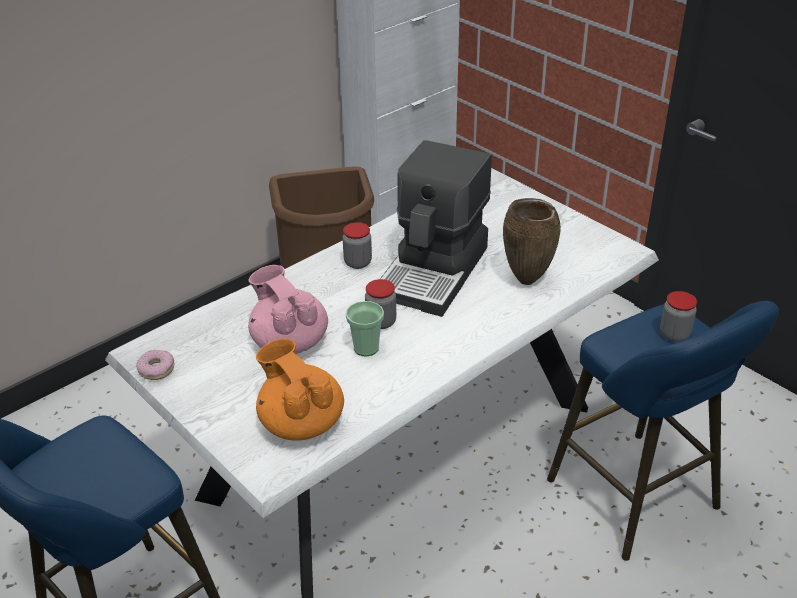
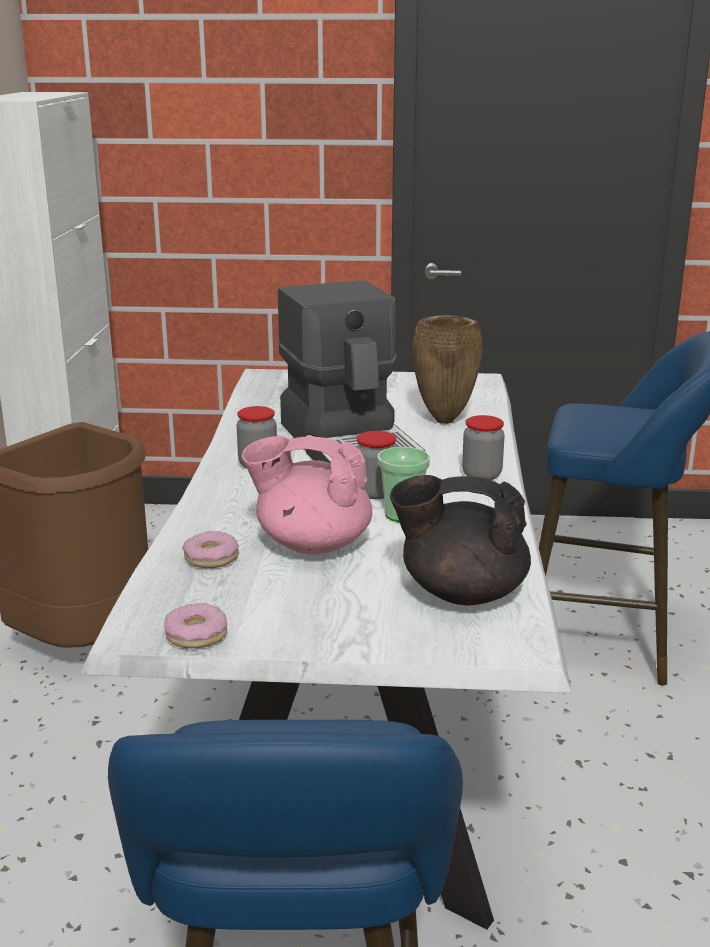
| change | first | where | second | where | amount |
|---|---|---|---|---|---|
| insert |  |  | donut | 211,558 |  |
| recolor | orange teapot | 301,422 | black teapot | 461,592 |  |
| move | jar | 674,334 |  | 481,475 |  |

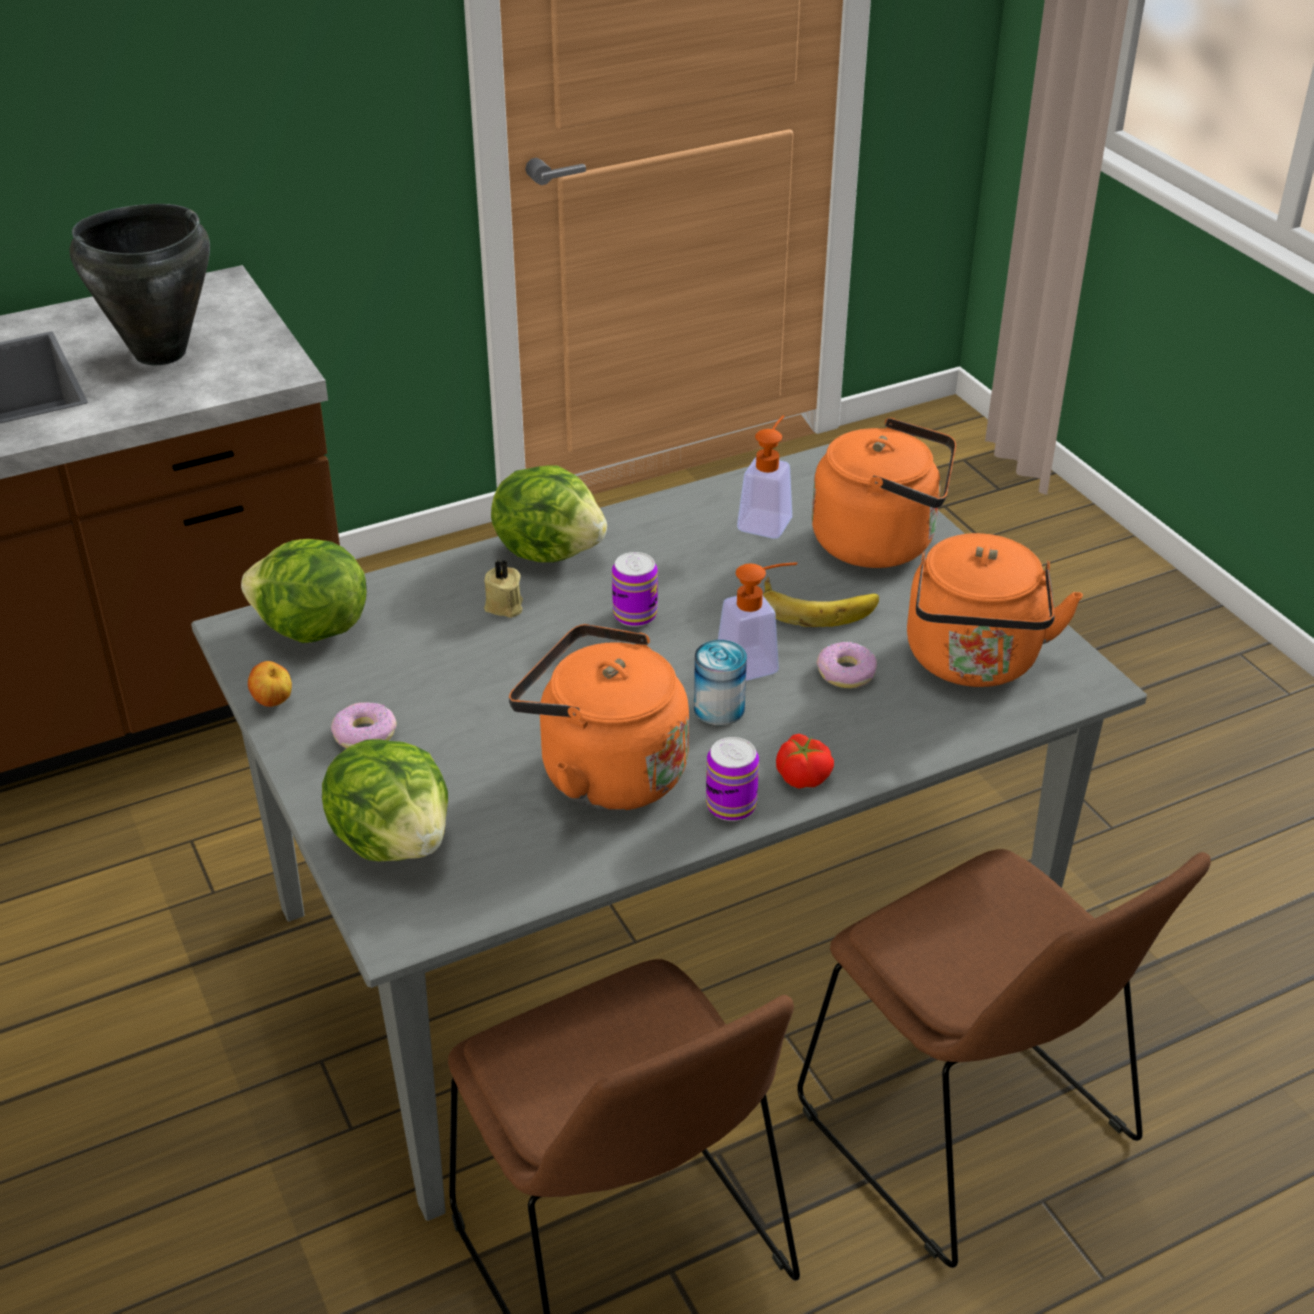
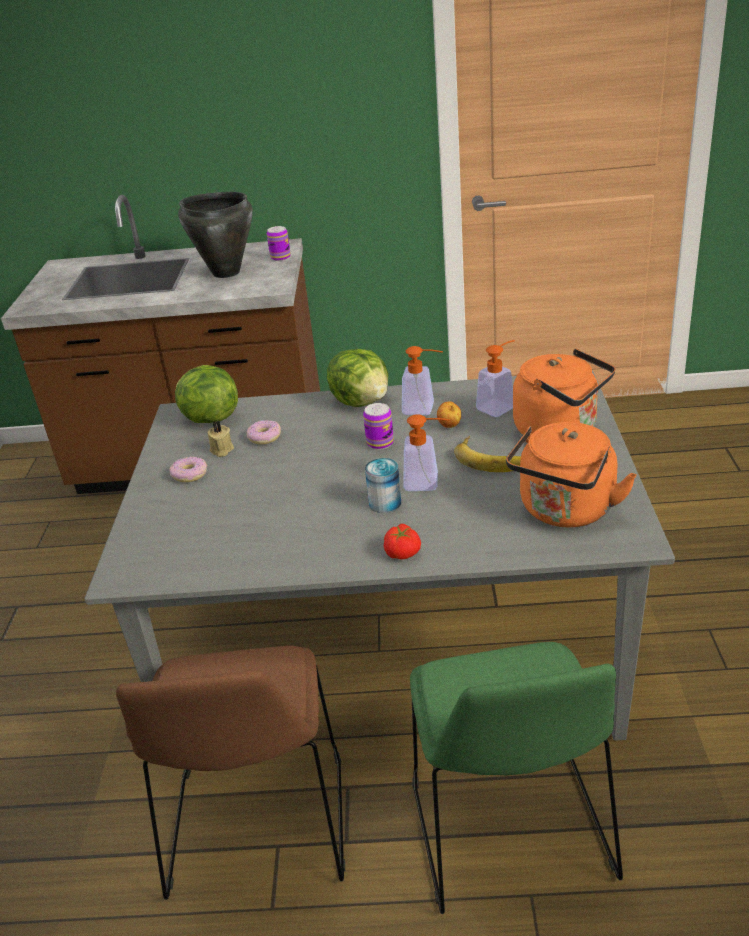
| change | first | where | second | where | amount |
|---|---|---|---|---|---|
| move | beige candle | 504,607 |  | 221,450 |  |
| move | donut | 845,673 |  | 264,437 |  |
| move | can | 731,806 |  | 280,257 |  |
| insert |  |  | soap dispenser | 424,409 |  |
| recolor | brown chair | 973,1132 | green chair | 511,833 |  |
| move | apple | 273,702 |  | 449,426 |  |
| delete | lettuce | 394,840 |  |  |  |
| delete | orange kettle | 604,772 |  |  |  |

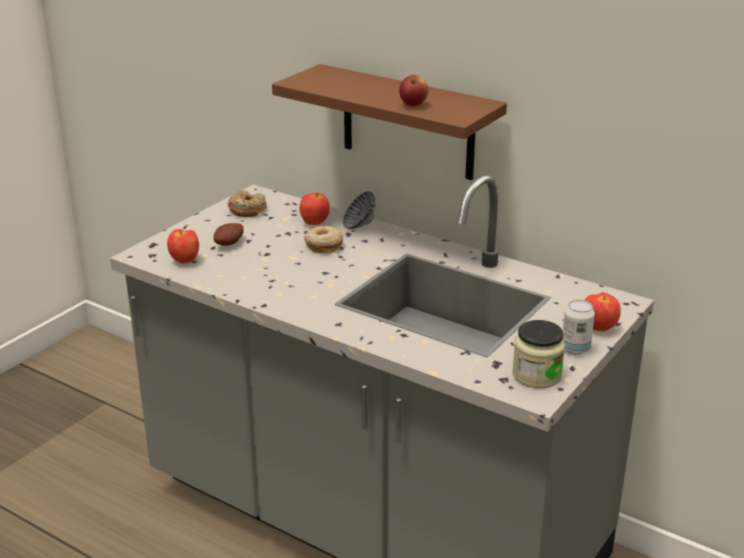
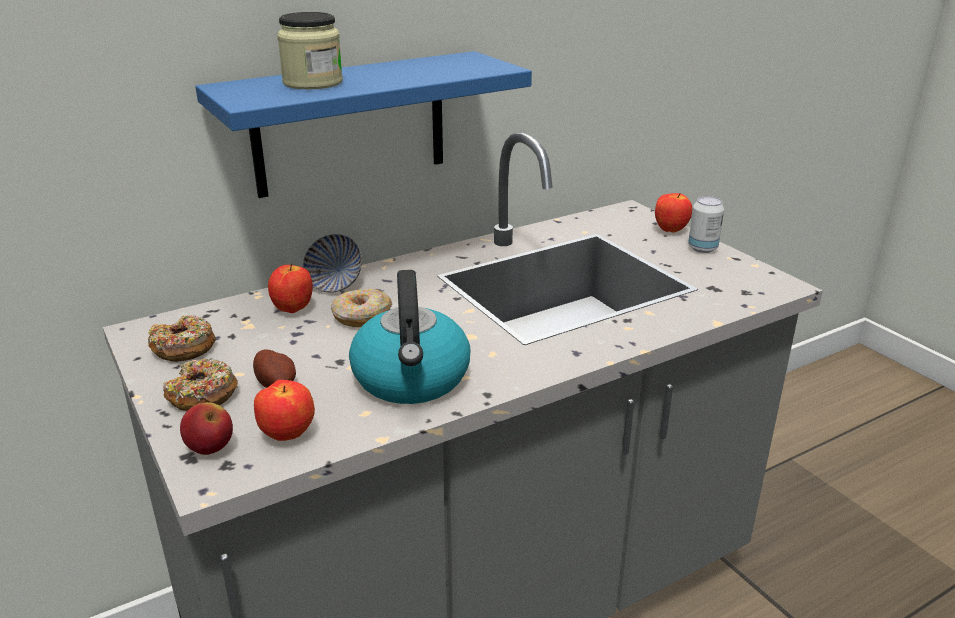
| change | first | where | second | where | amount |
|---|---|---|---|---|---|
| insert |  |  | donut | 202,395 |  |
| move | apple | 413,105 |  | 210,449 |  |
| recolor | brown shelf | 408,123 | blue shelf | 350,124 |  |
| move | jar | 536,375 |  | 313,82 |  |
| insert |  |  | kettle | 412,379 |  |

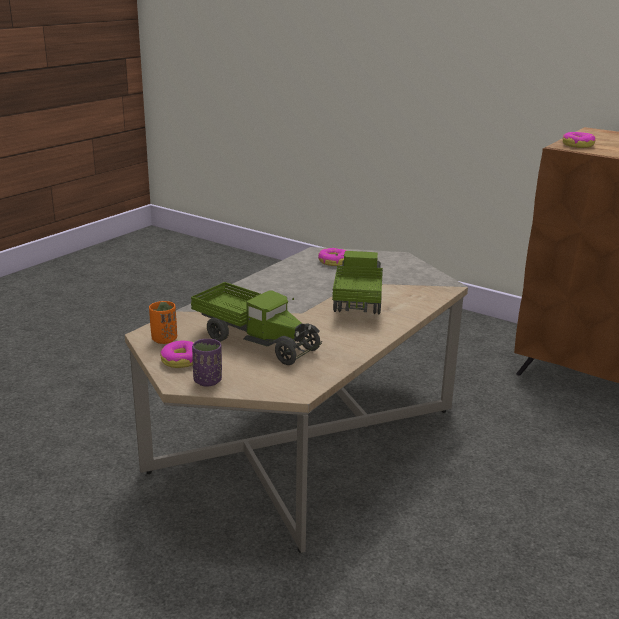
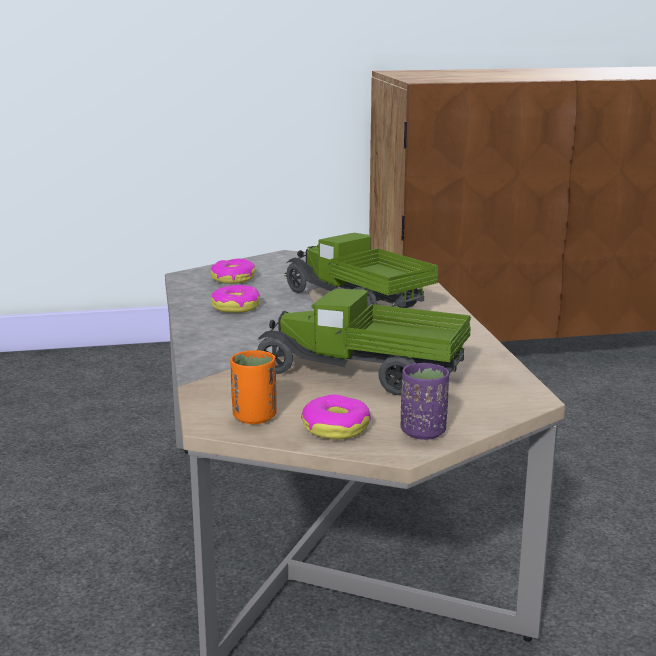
| change | first | where | second | where | amount |
|---|---|---|---|---|---|
| move | donut | 578,145 |  | 236,307 |  |
| rotate | toy truck | 256,341 |  | 361,375 | 150 degrees counterclockwise |

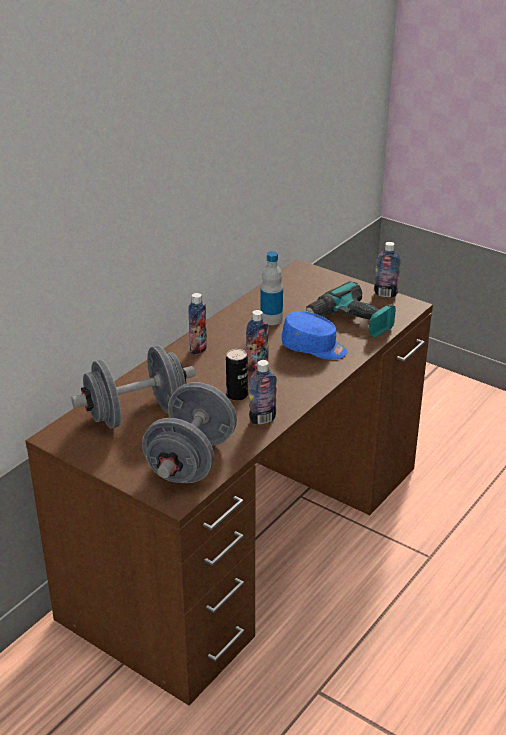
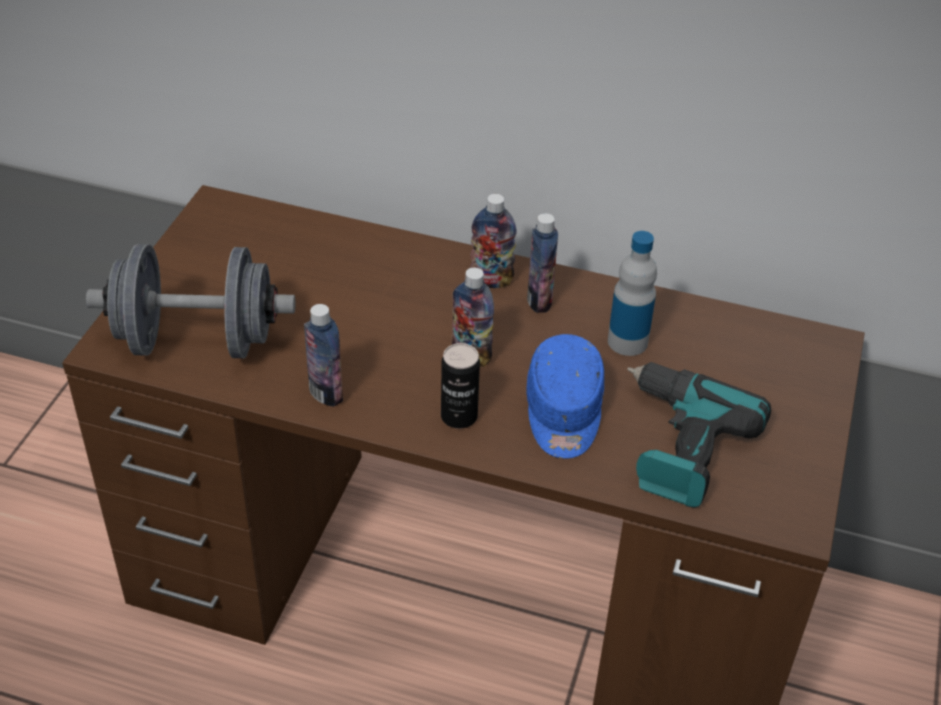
| change | first | where | second | where | amount |
|---|---|---|---|---|---|
| move | can | 237,395 |  | 459,416 |  |
| move | bottle | 385,294 |  | 539,300 |  |
| delete | grey dumbbell | 136,414 |  |  |  |

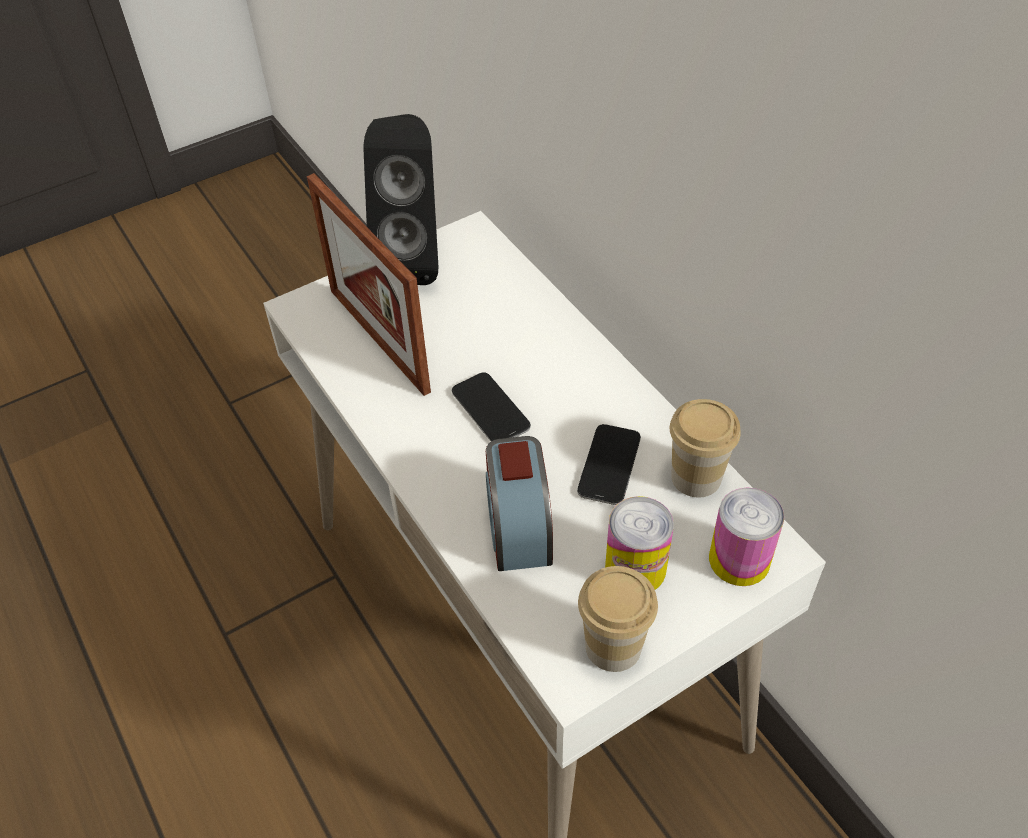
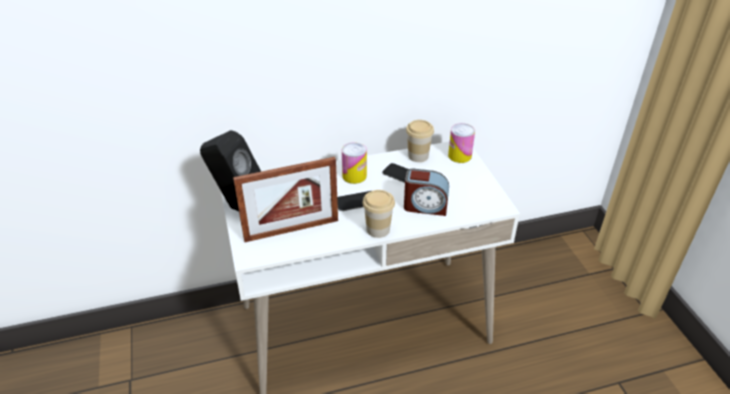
| change | first | where | second | where | amount |
|---|---|---|---|---|---|
| move | can | 635,568 |  | 354,176 |  |
| move | cup | 613,646 |  | 378,229 |  |

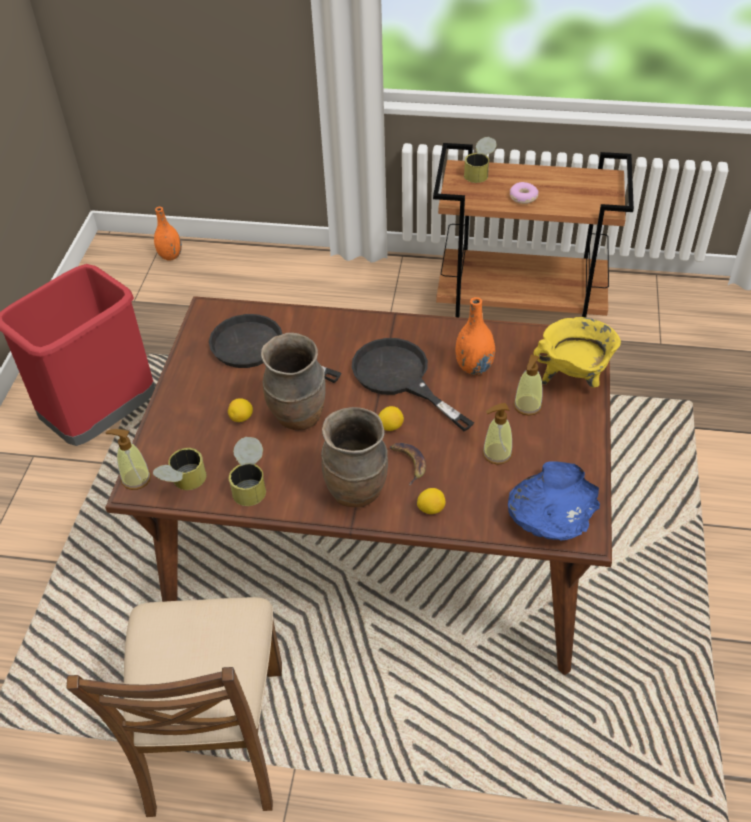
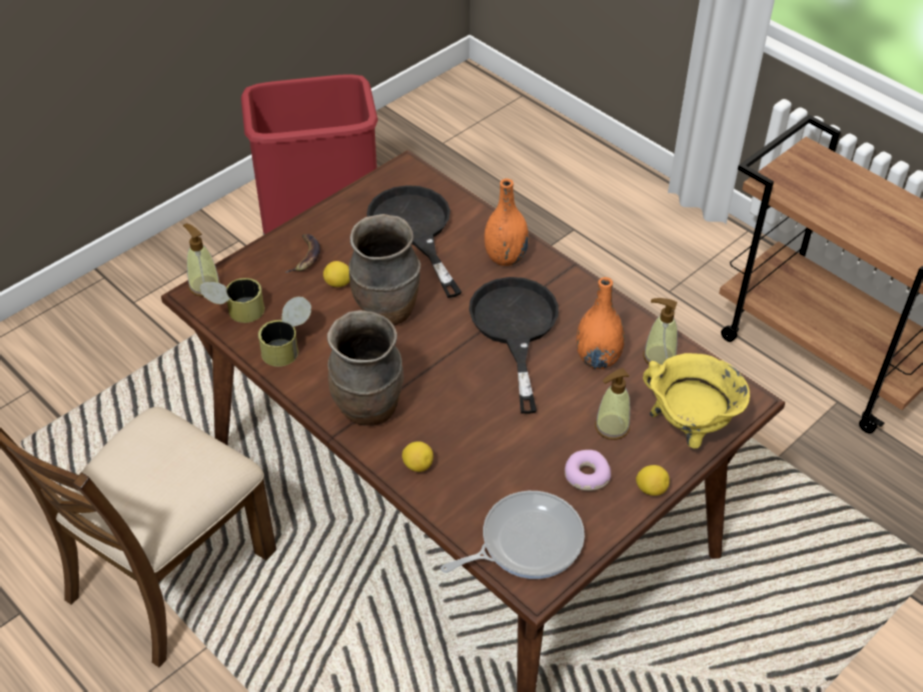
| change | first | where | second | where | amount |
|---|---|---|---|---|---|
| move | banana | 408,463 |  | 305,256 |  |
| replace | blue bowl | 552,513 | frying pan | 526,542 |  |
| move | orange vase | 170,256 |  | 505,258 |  |
| move | donut | 523,197 |  | 586,475 |  |
| move | lemon | 390,426 |  | 651,489 |  |
| move | soap dispenser | 497,453 |  | 659,357 |  |
| delete | can | 480,172 |  |  |  |

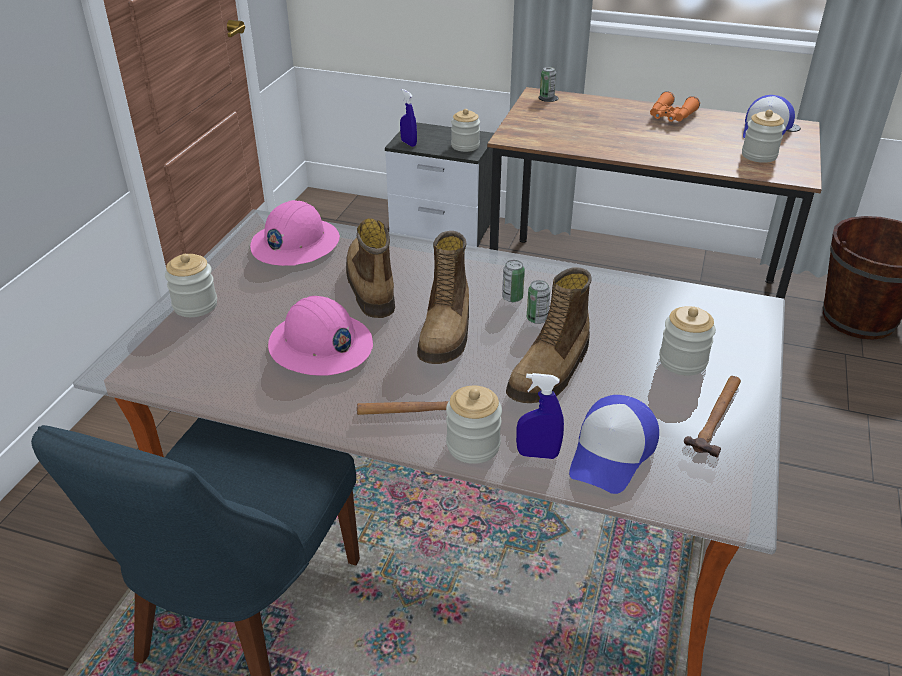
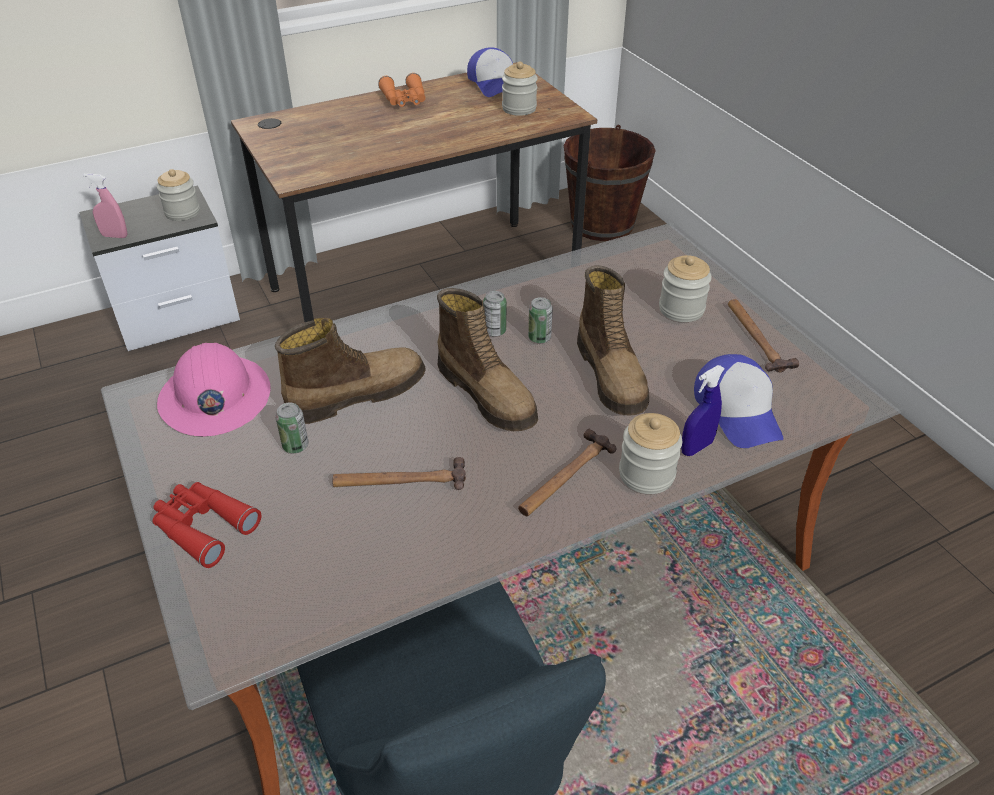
| change | first | where | second | where | amount |
|---|---|---|---|---|---|
| recolor | blue spray bottle | 408,143 | pink spray bottle | 115,236 |  |
| replace | jar | 195,305 | red binoculars | 203,527 |  |
| rotate | boot | 369,285 |  | 356,394 | 120 degrees clockwise |
| move | can | 547,96 |  | 295,446 |  |
| replace | pink hard hat | 320,346 | hammer | 400,480 |  |

